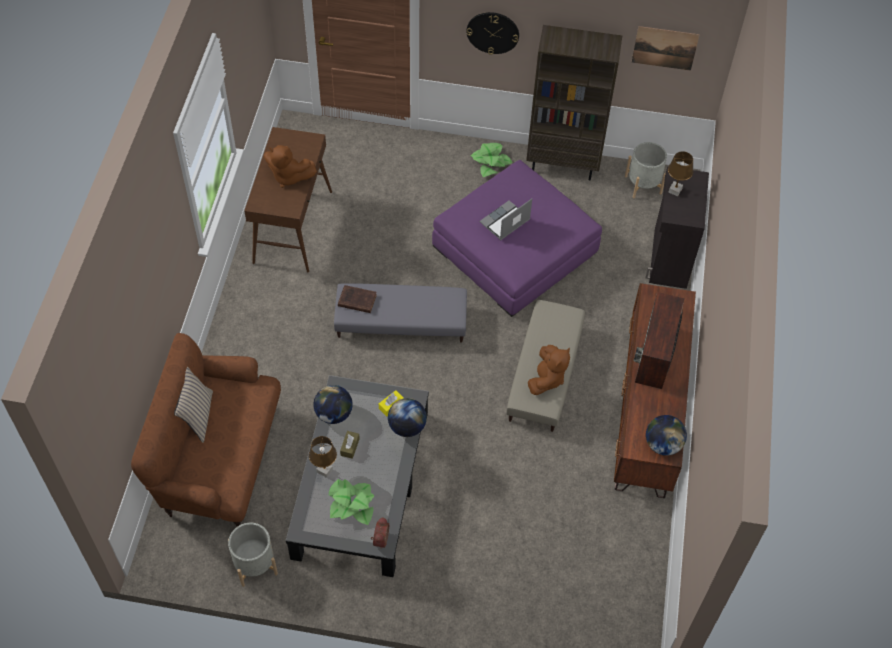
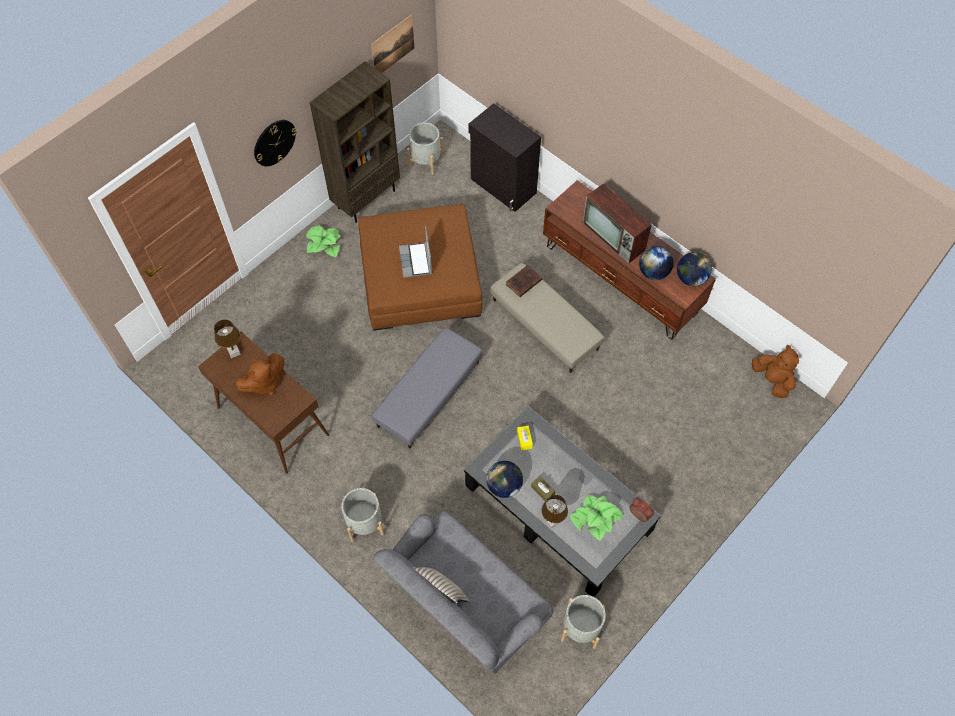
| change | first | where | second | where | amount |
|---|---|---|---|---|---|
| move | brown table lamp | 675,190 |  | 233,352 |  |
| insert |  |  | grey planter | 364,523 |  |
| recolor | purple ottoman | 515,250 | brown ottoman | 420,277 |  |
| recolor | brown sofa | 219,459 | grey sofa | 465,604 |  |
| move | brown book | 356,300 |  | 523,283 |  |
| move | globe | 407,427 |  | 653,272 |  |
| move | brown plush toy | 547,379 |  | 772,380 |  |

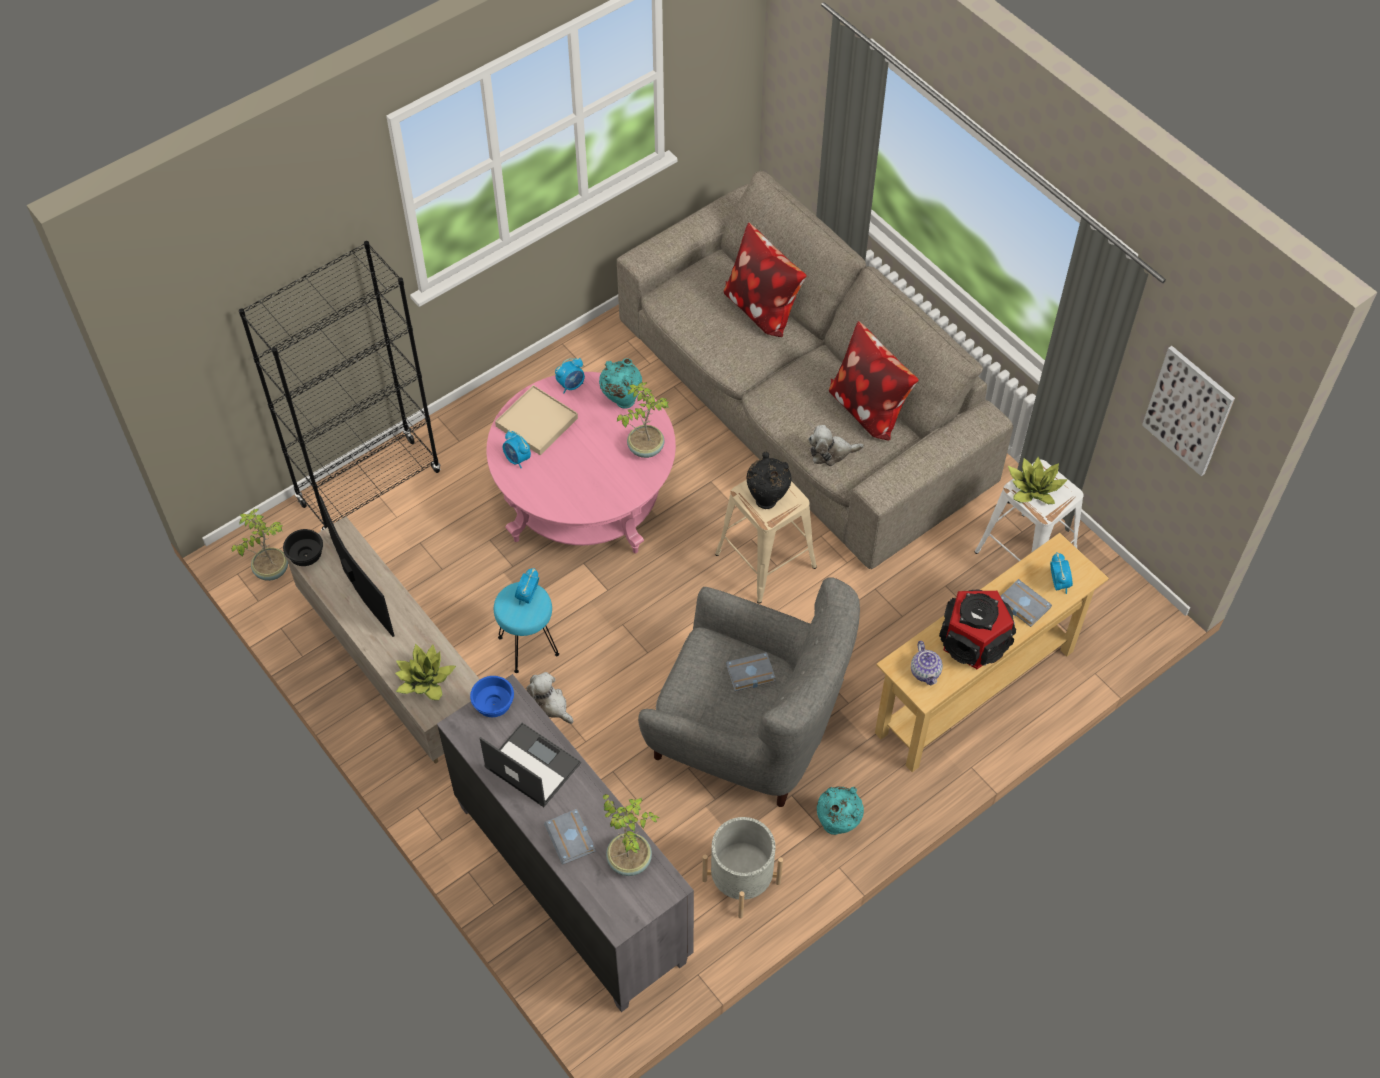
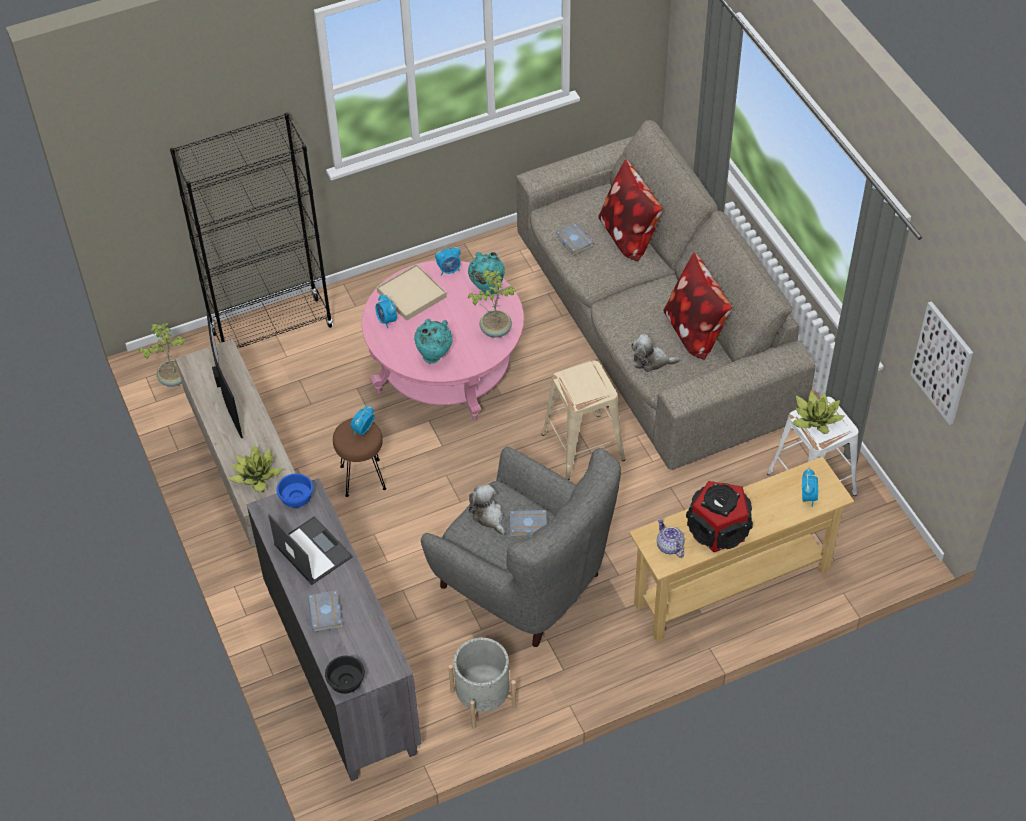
| change | first | where | second | where | amount |
|---|---|---|---|---|---|
| move | black bowl | 305,554 |  | 346,680 |  |
| recolor | turquoise stool | 528,647 | brown stool | 362,478 |  |
| move | turquoise vase | 837,825 |  | 434,357 |  |
| move | plush toy | 550,704 |  | 488,516 |  |
| move | grey book | 1022,605 |  | 573,241 |  |
| rotate | teapot | 925,672 |  | 669,546 | 150 degrees clockwise |
| delete | potted plant | 630,859 |  |  |  |
| delete | black vase | 767,499 |  |  |  |

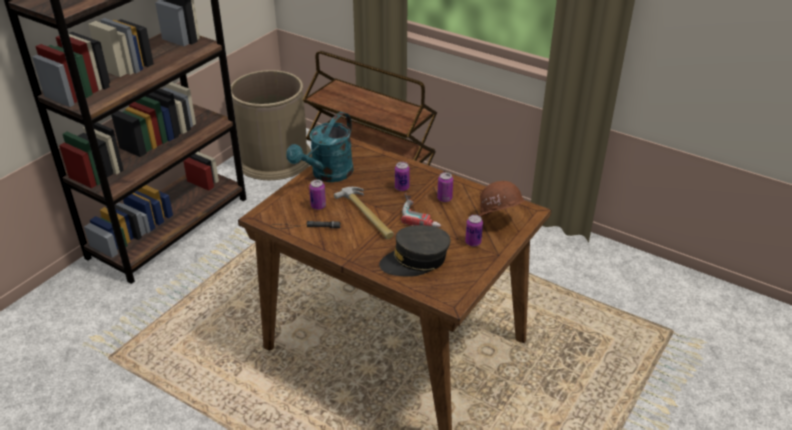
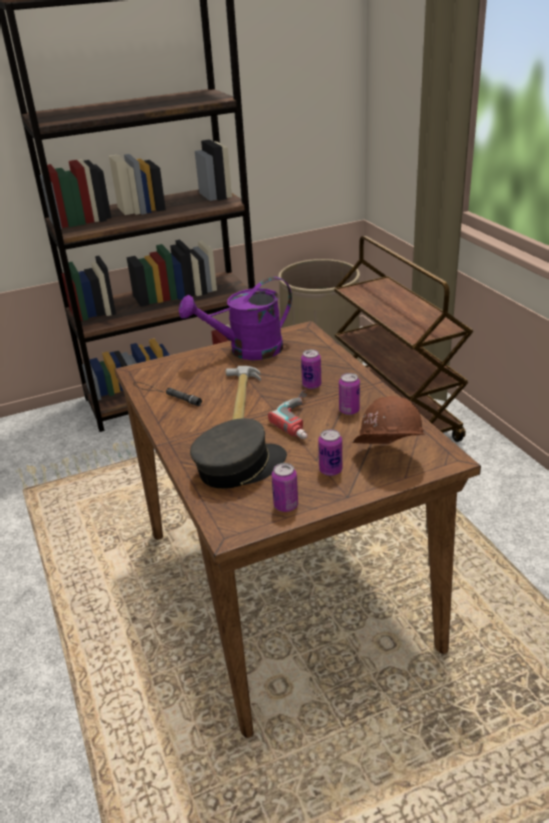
| change | first | where | second | where | amount |
|---|---|---|---|---|---|
| recolor | turquoise watering can | 327,175 | purple watering can | 247,351 |  |
| rotate | grey cap | 415,260 |  | 239,467 | 135 degrees clockwise |
| move | can | 318,206 |  | 286,506 |  |

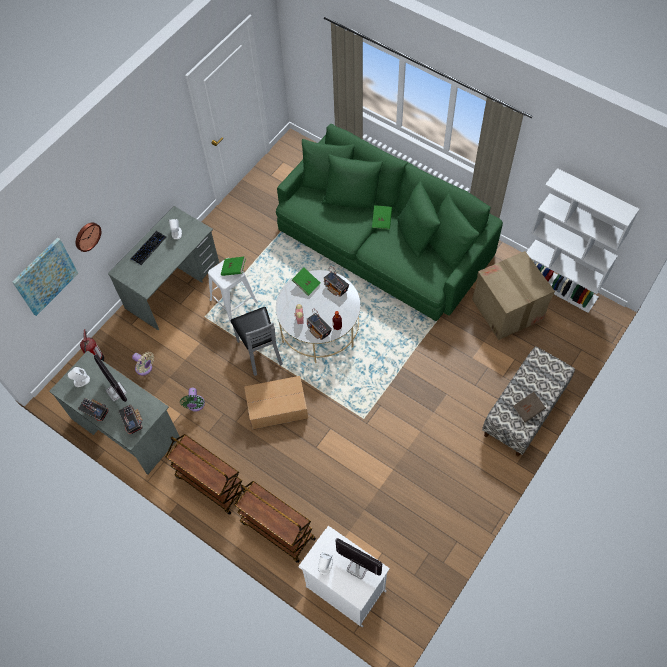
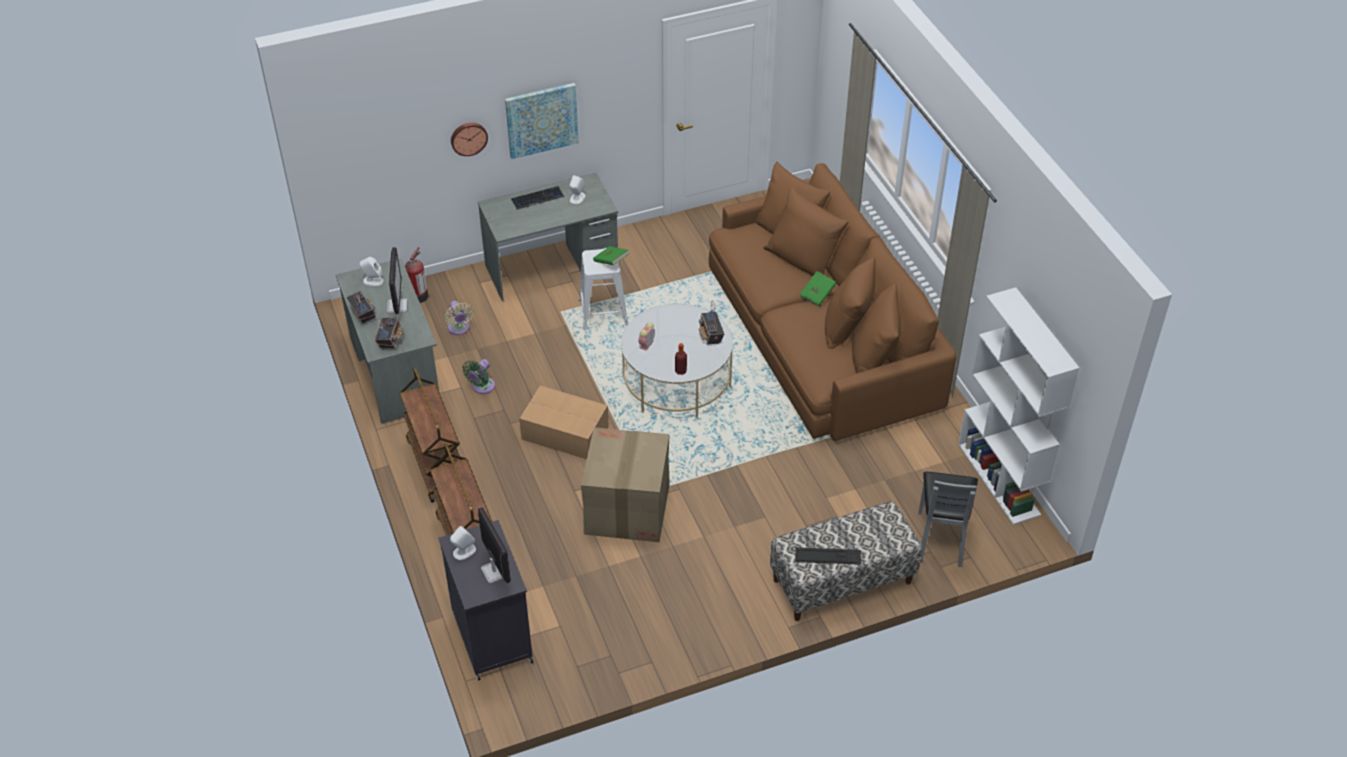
| change | first | where | second | where | amount |
|---|---|---|---|---|---|
| recolor | white cabinet | 344,588 | black cabinet | 491,635 |  |
| move | picture | 45,276 |  | 541,120 |  |
| move | cardboard box | 508,309 |  | 627,509 |  |
| recolor | green sofa | 383,241 | brown sofa | 821,335 |  |
| replace | brown book | 528,410 | keyboard | 828,556 |  |
| move | grey chair | 260,351 |  | 941,538 |  |
| delete | green book | 306,284 |  |  |  |
| delete | radio | 319,331 |  |  |  |

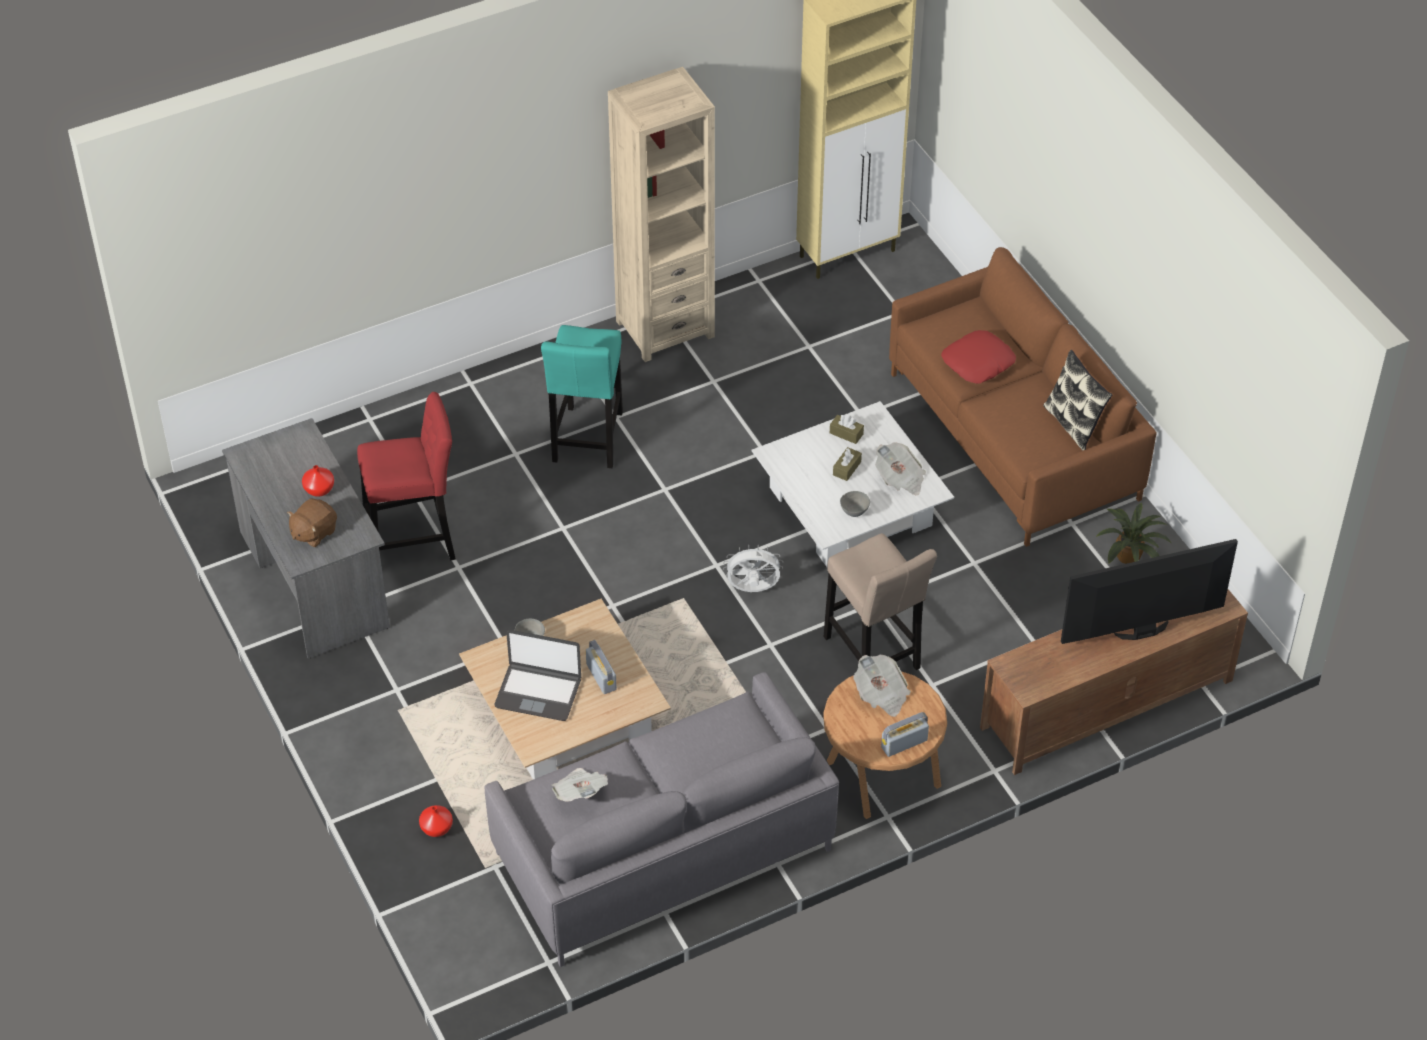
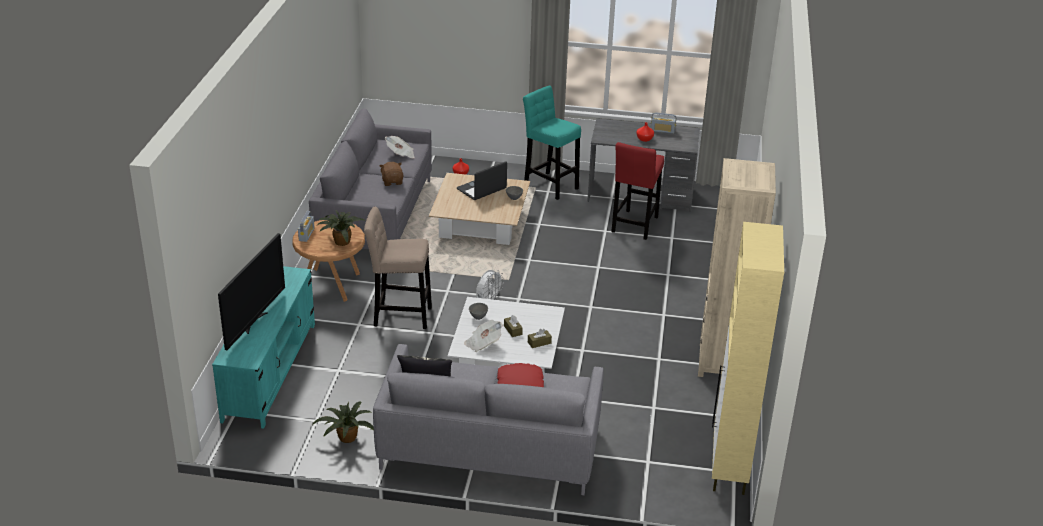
| change | first | where | second | where | amount |
|---|---|---|---|---|---|
| recolor | brown tv stand | 1106,704 | turquoise tv stand | 270,371 |  |
| replace | newspaper | 881,695 | potted plant | 341,241 |  |
| recolor | brown sofa | 1013,436 | grey sofa | 489,447 |  |
| move | brown plush toy | 313,532 |  | 392,182 |  |
| move | turquoise stool | 587,441 |  | 549,185 |  |
| move | radio | 601,677 |  | 662,131 |  |

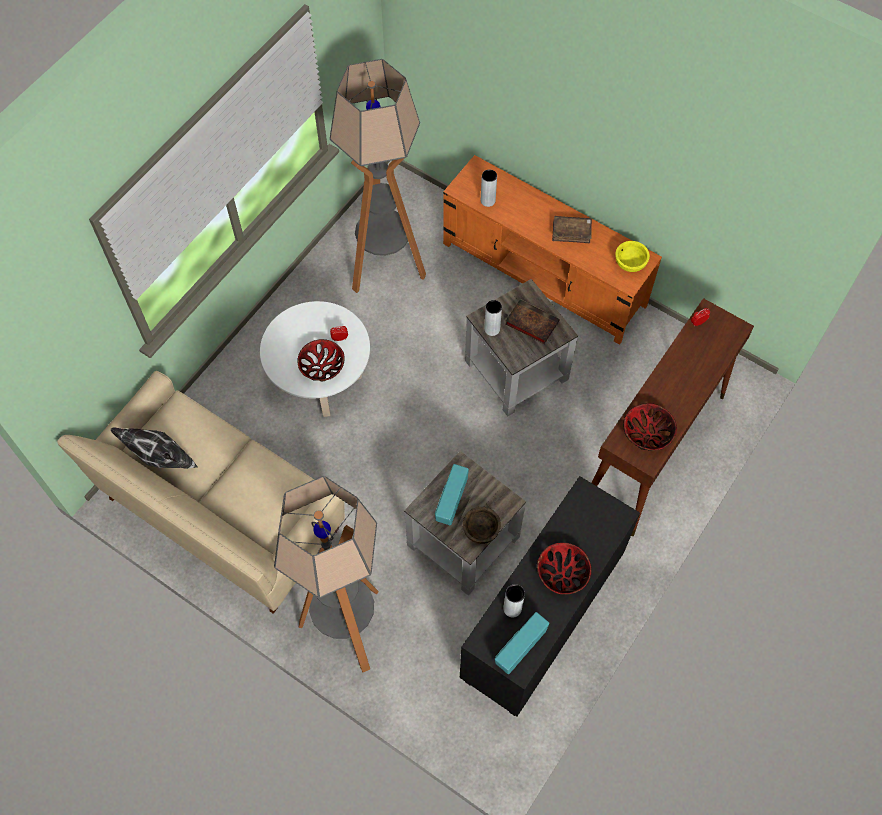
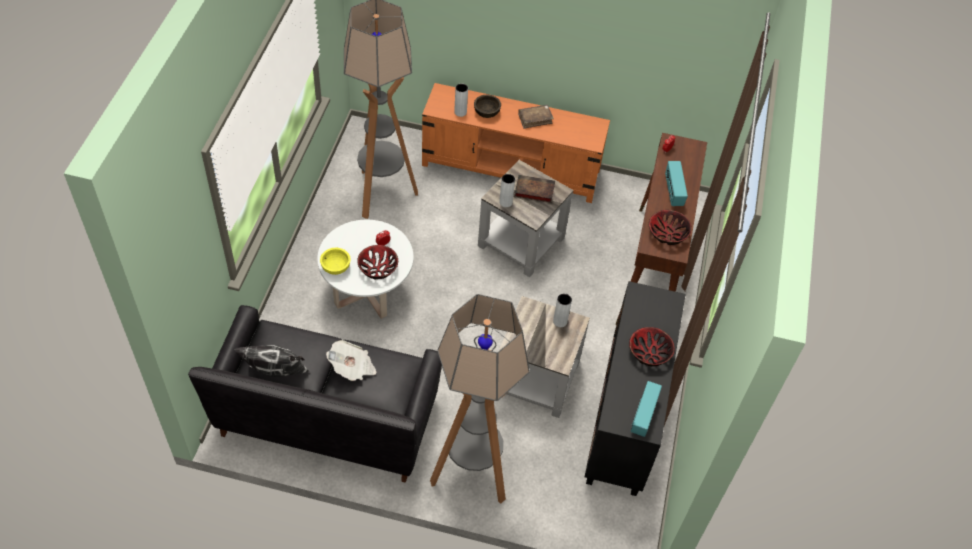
| change | first | where | second | where | amount |
|---|---|---|---|---|---|
| recolor | beige sofa | 222,514 | black sofa | 327,418 |  |
| move | yellow bowl | 630,263 |  | 335,267 |  |
| insert |  |  | newspaper | 352,368 |  |
| move | brown bowl | 481,530 |  | 486,112 |  |
| move | grey vase | 512,608 |  | 560,321 |  |
| move | radio | 451,501 |  | 673,191 |  |

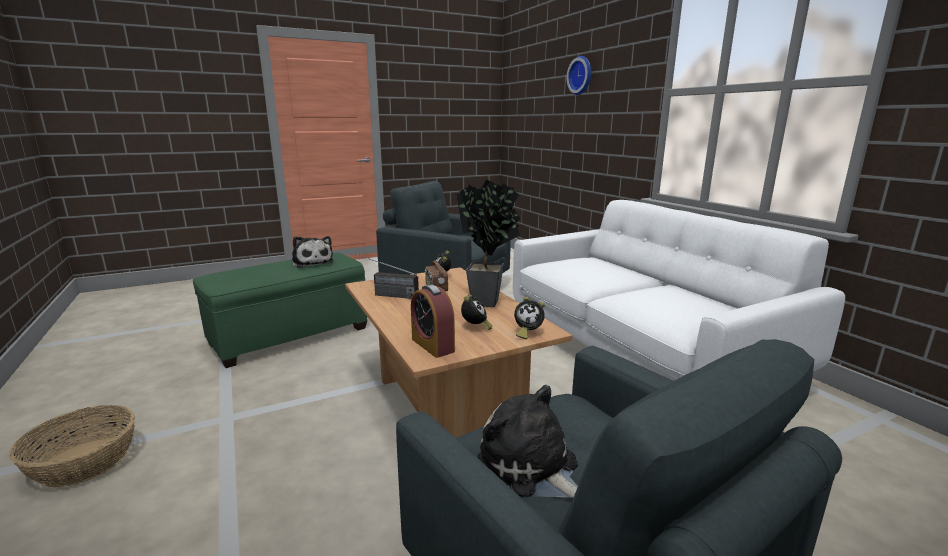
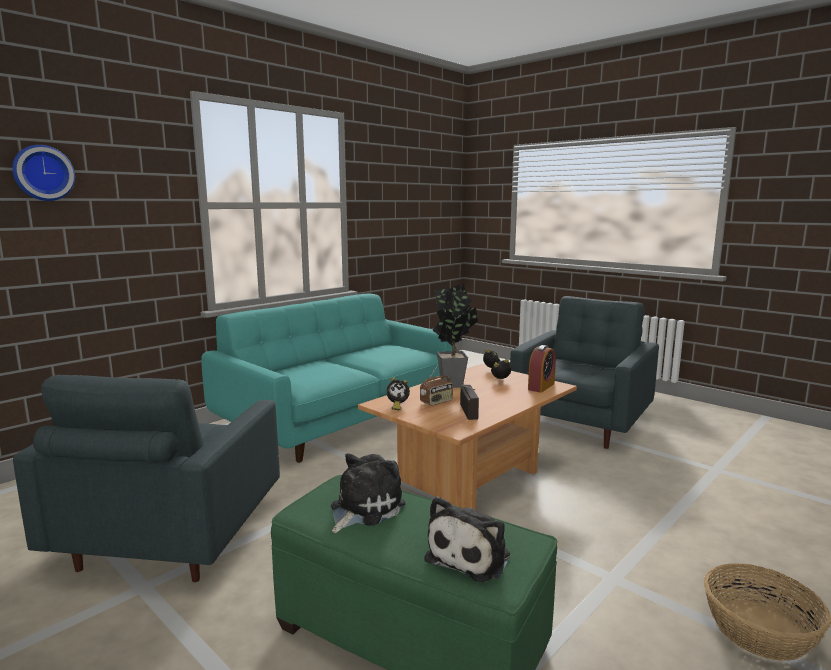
| change | first | where | second | where | amount |
|---|---|---|---|---|---|
| recolor | white sofa | 640,353 | turquoise sofa | 339,419 |  |
| move | plush toy | 531,467 |  | 471,555 |  |

